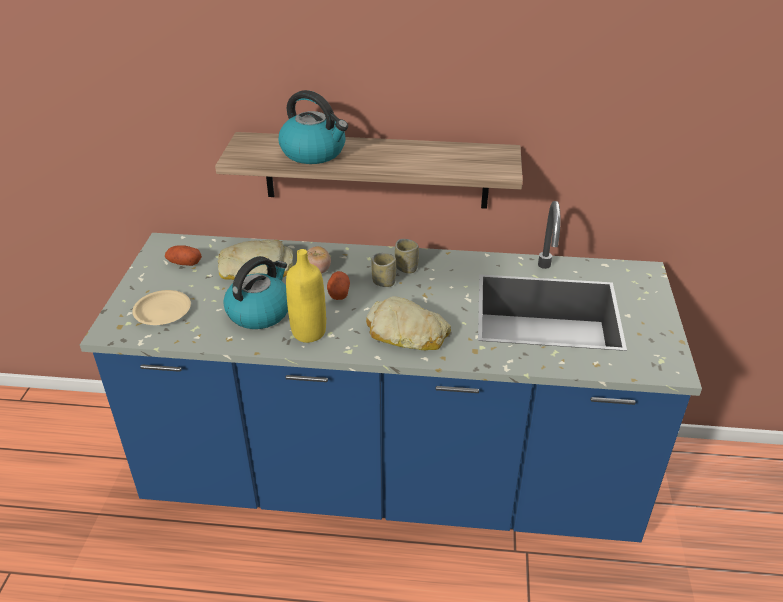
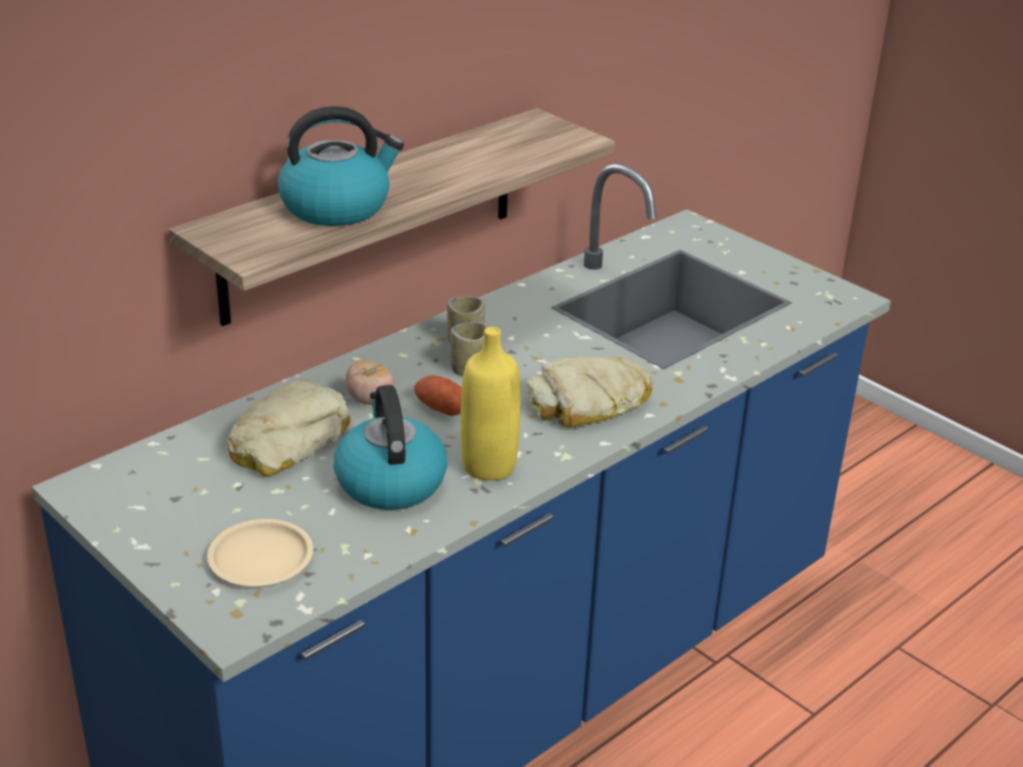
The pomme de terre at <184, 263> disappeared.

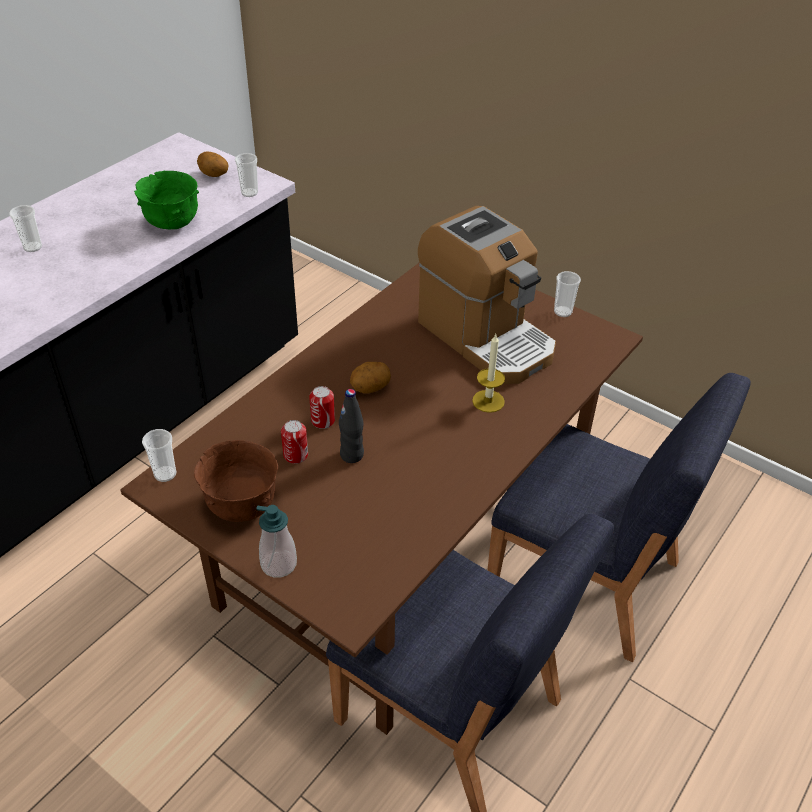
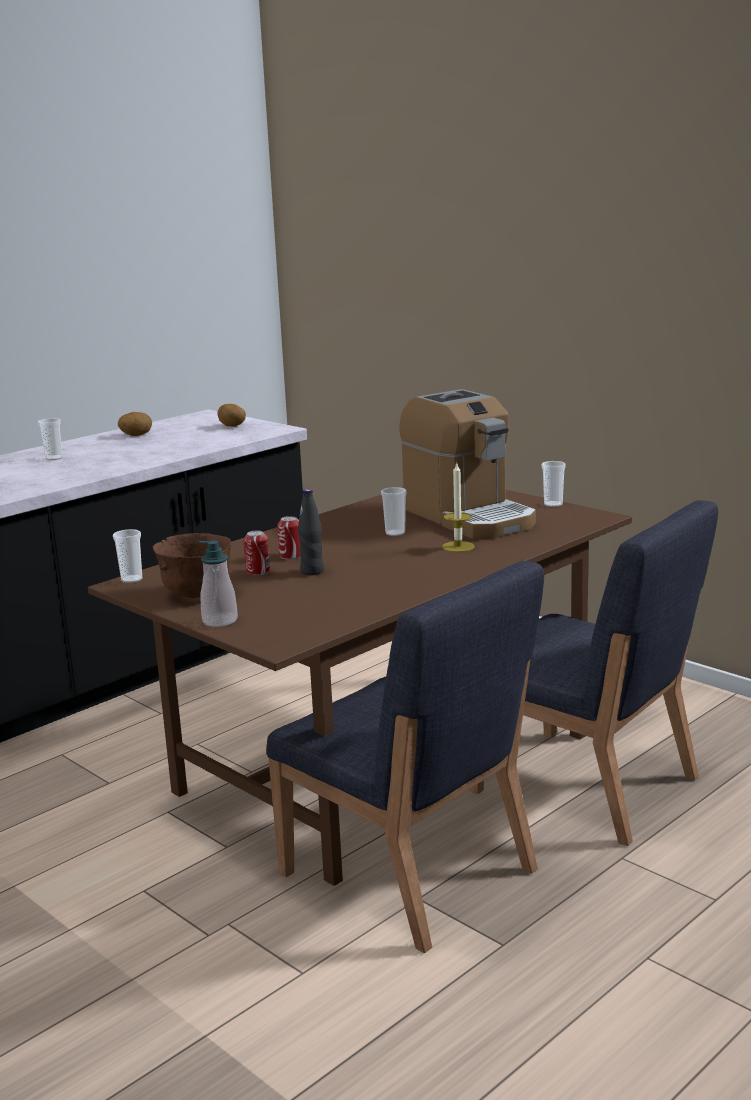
The bol/vert at <172, 223> disappeared.
The tasse moved from <249, 193> to <395, 533>.
The pomme de terre moved from <370, 388> to <136, 435>.

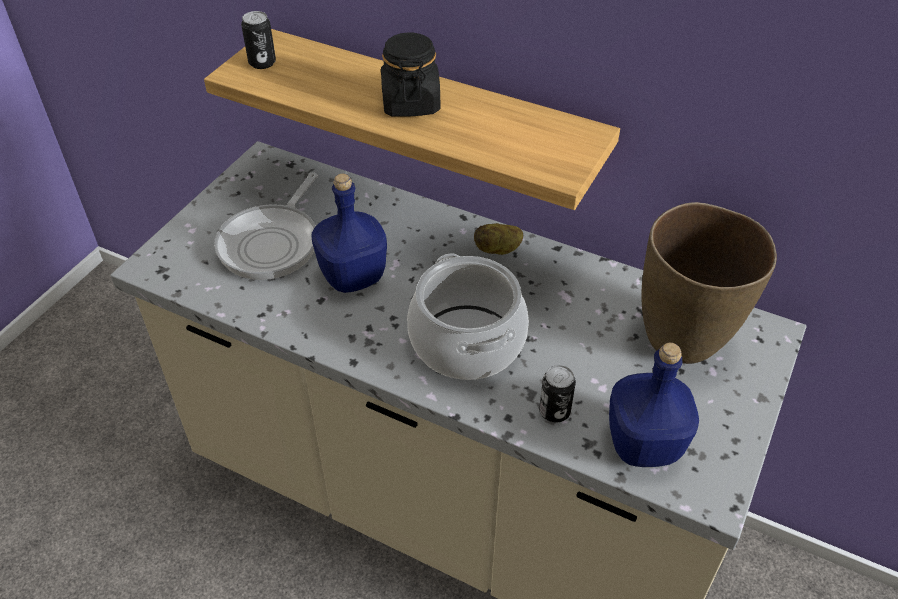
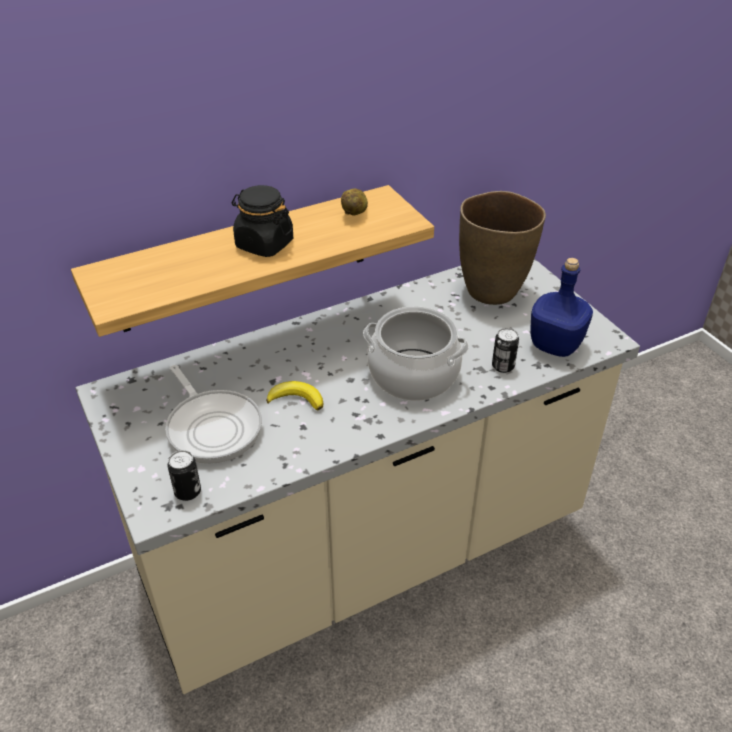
The boîte métallique moved from <262, 63> to <188, 492>.
The bouteille/bleu at <354, 276> was replaced by the banane at <296, 399>.
The pomme de terre moved from <498, 249> to <355, 212>.

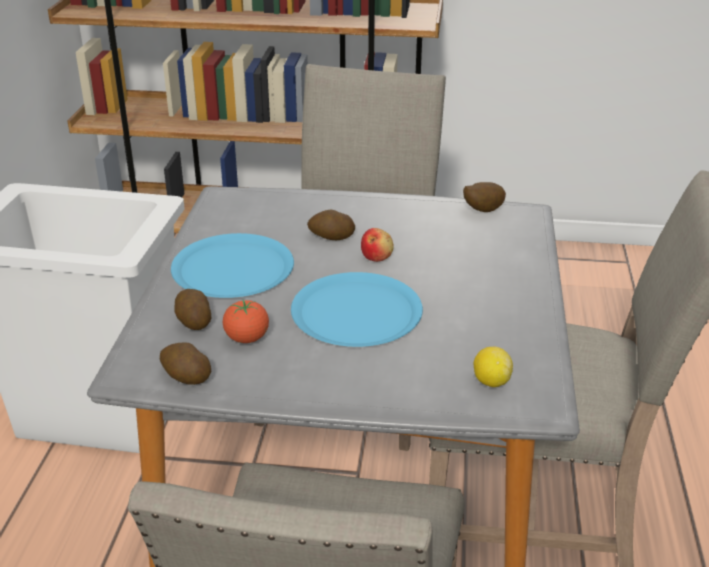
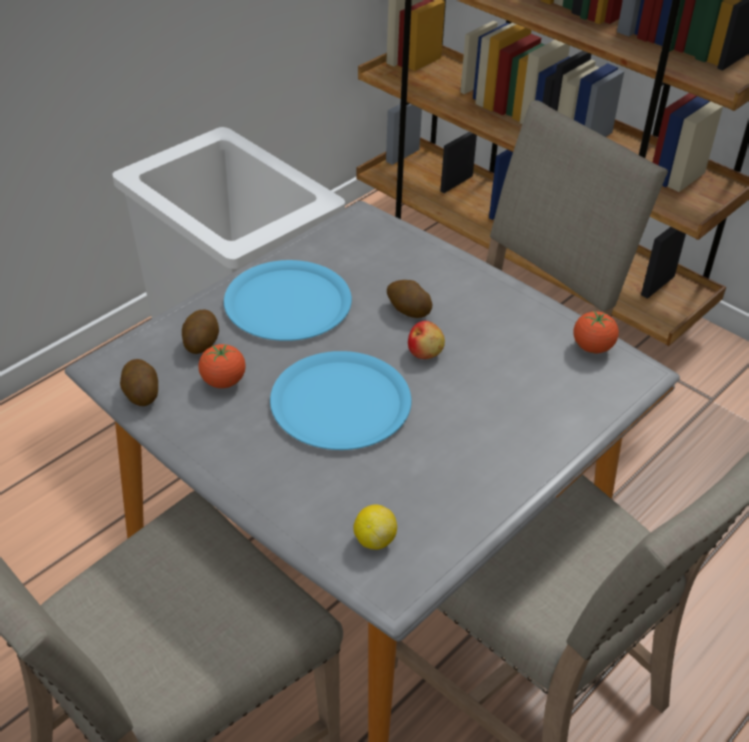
The pomme de terre at <481, 210> was replaced by the tomate at <592, 347>.

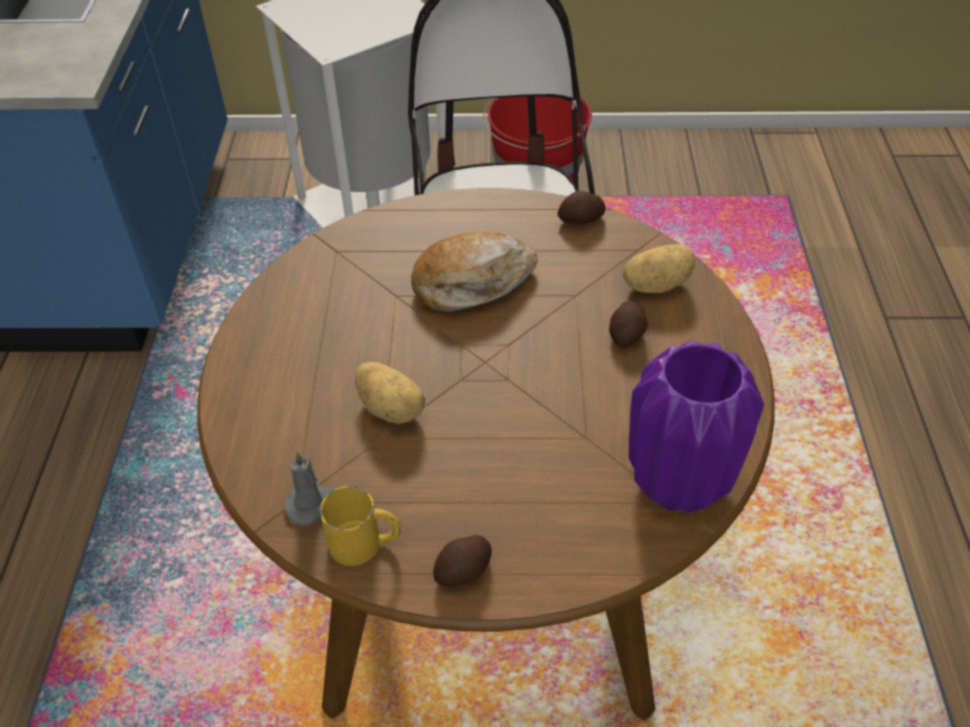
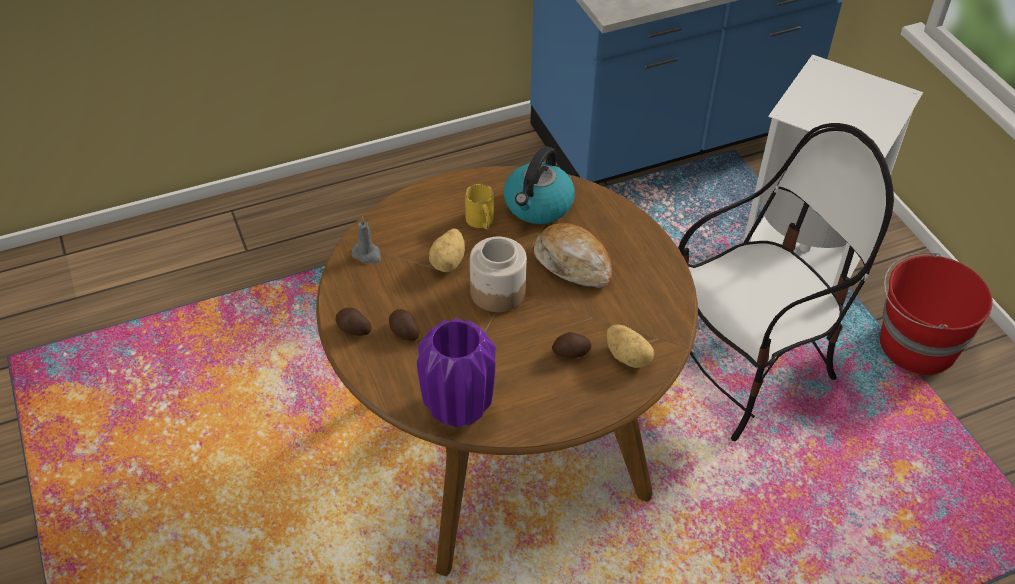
The mug/jaune moved from <365, 543> to <481, 222>.
The pomme de terre moved from <581, 220> to <403, 332>.
The bocal at <497, 291> appeared.
The bouilloire at <538, 206> appeared.

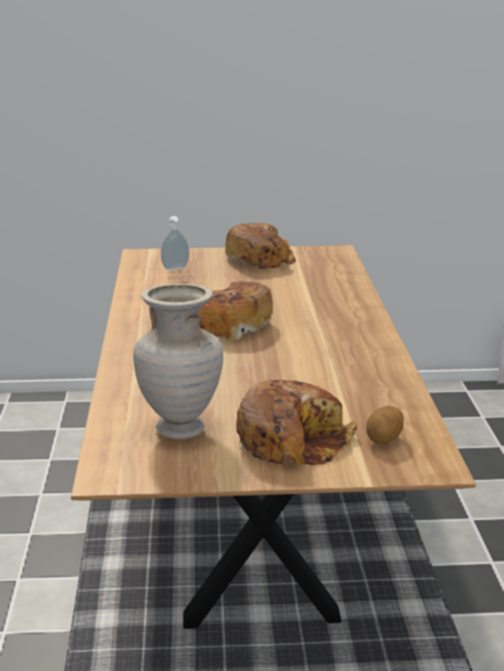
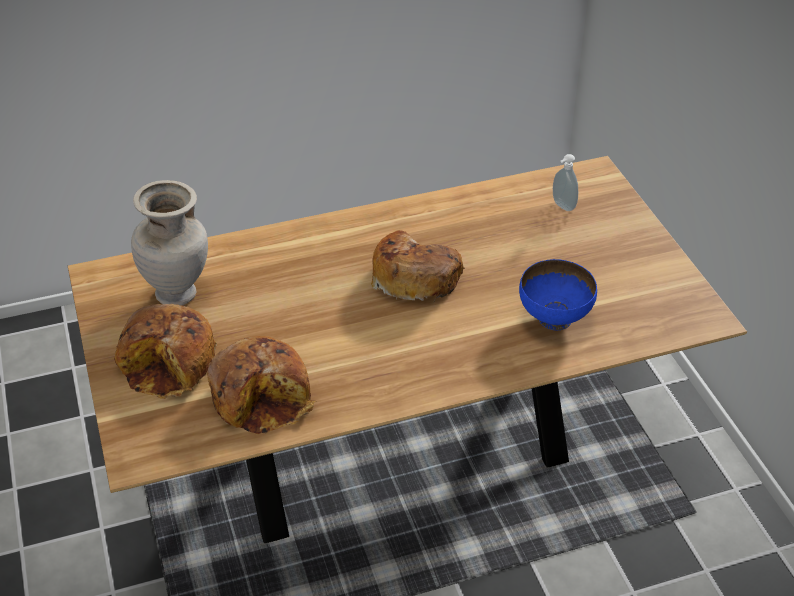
The pain moved from <261, 259> to <262, 396>.
The pomme de terre at <384, 440> disappeared.
The bol/bleu at <554, 318> appeared.

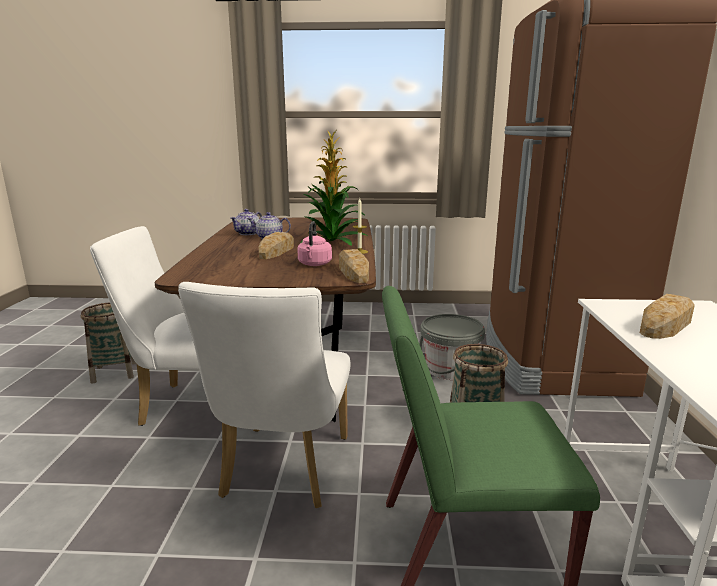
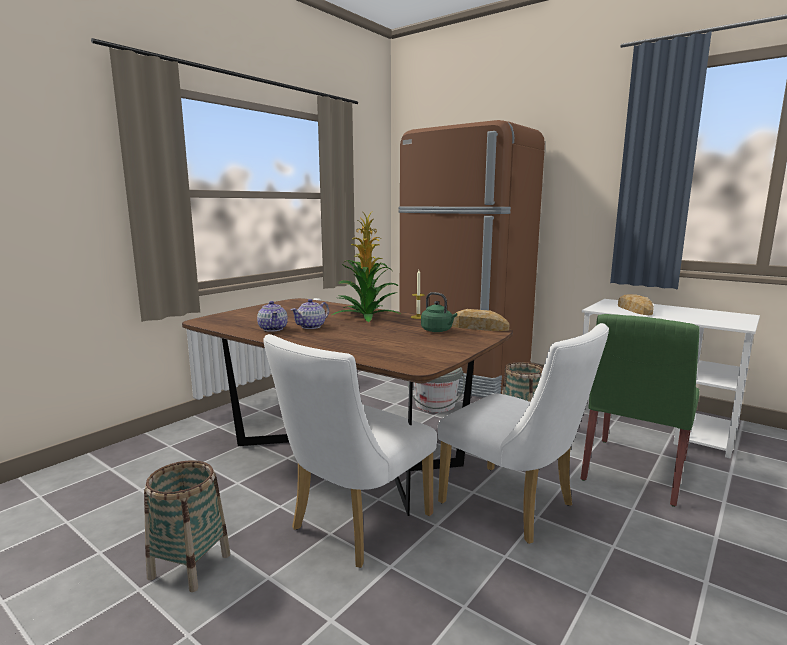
The pain at <276, 251> disappeared.
The bouilloire/rose at <314, 264> became the bouilloire/vert at <438, 330>.

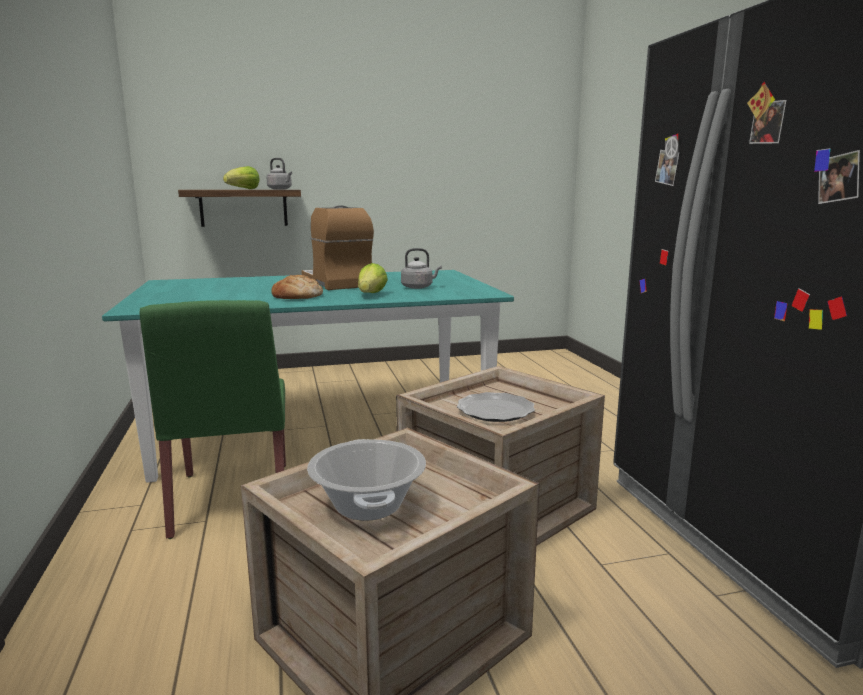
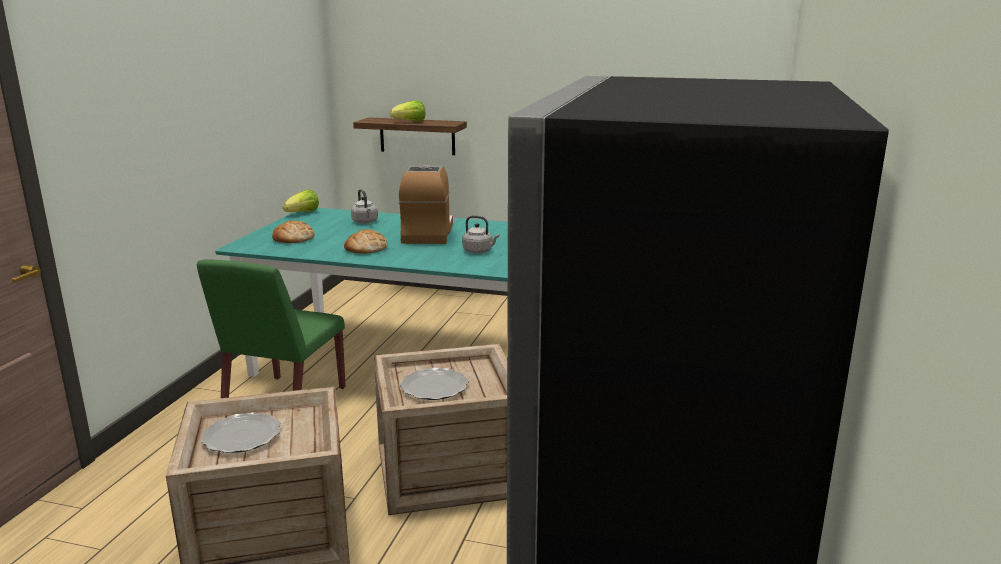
The bouilloire/gris moved from <280, 189> to <365, 222>.
The marmite at <367, 505> was replaced by the assiette at <242, 436>.
The laitue moved from <371, 295> to <303, 213>.
The pain at <293, 238> appeared.

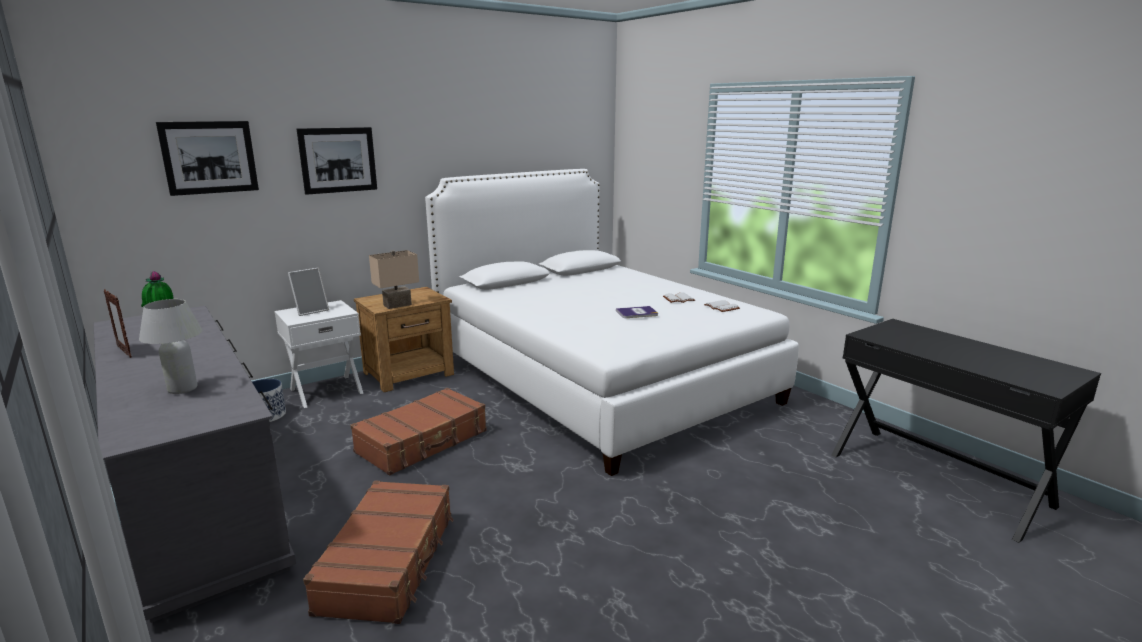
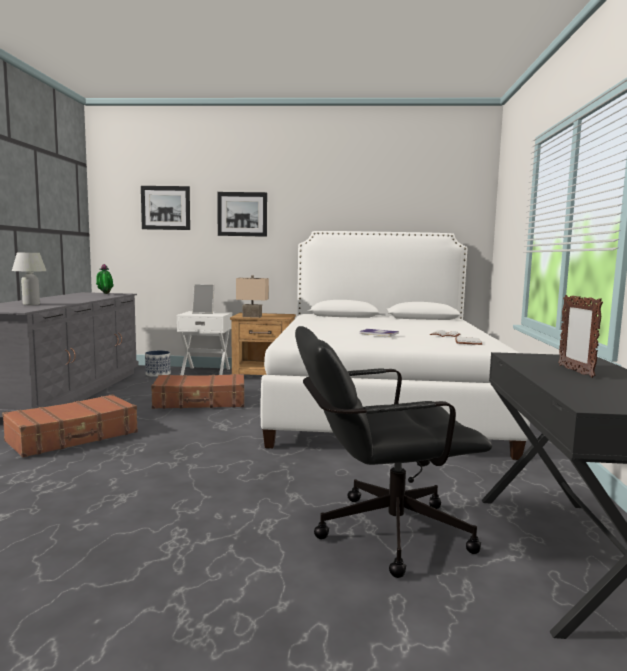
The cadre photo moved from <124, 352> to <575, 371>.
The chaise de bureau/noir at <379, 533> appeared.

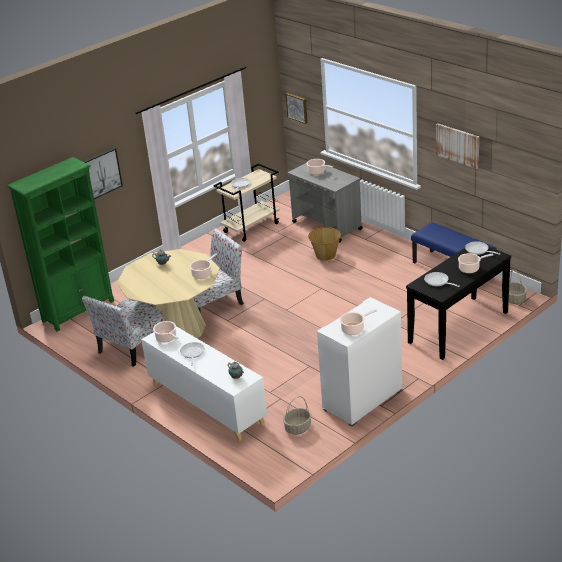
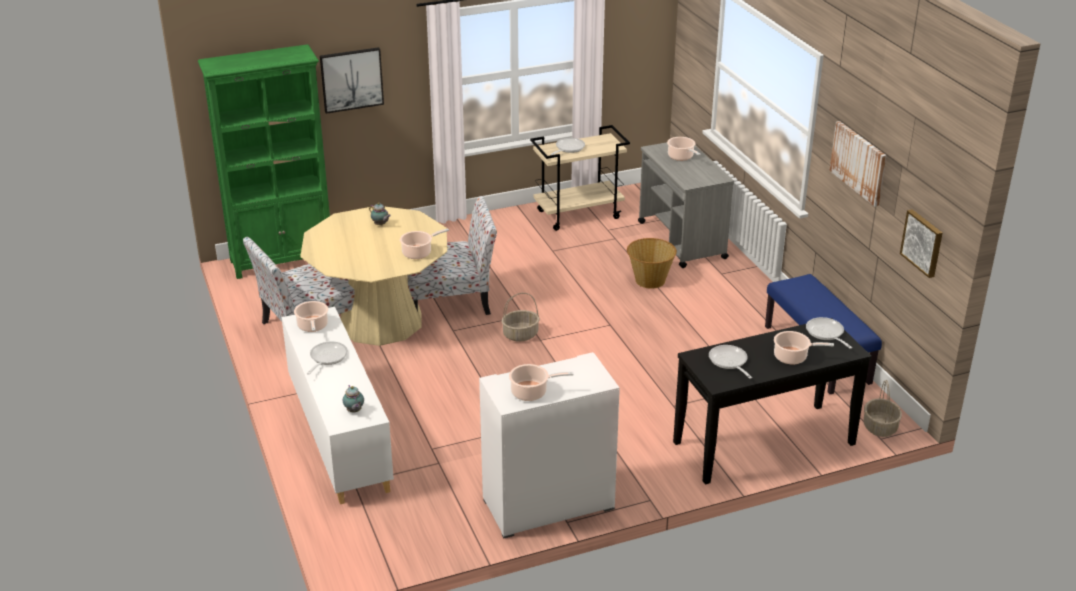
The panier moved from <298, 428> to <520, 335>.
The tableau moved from <297, 107> to <923, 243>.

